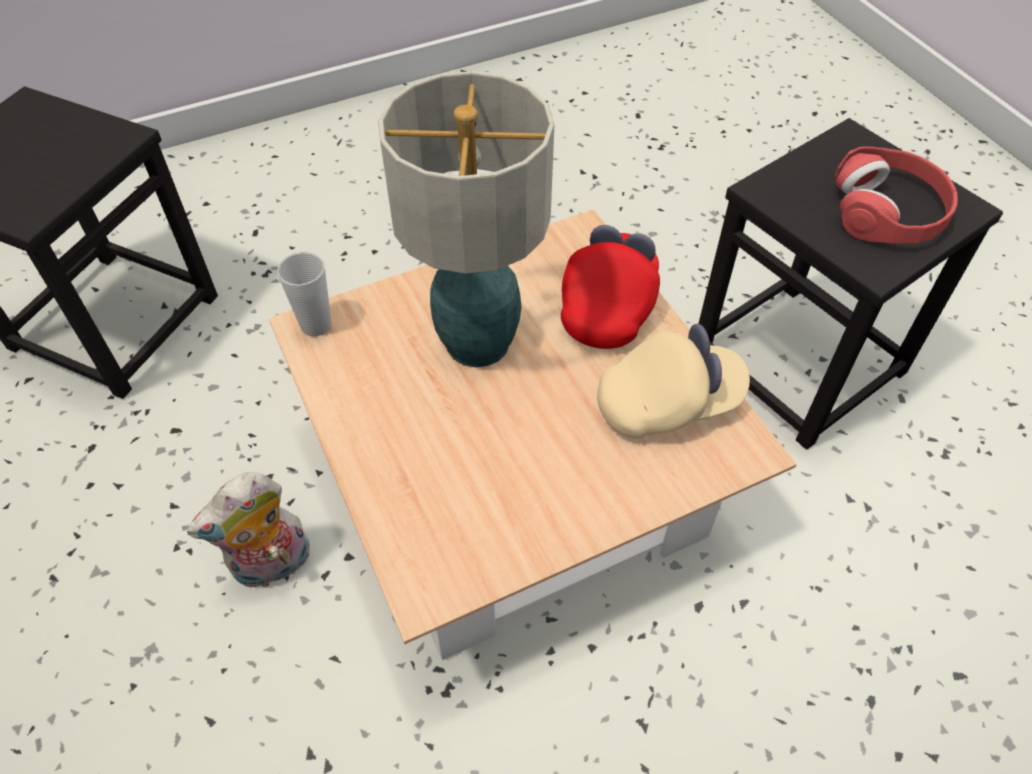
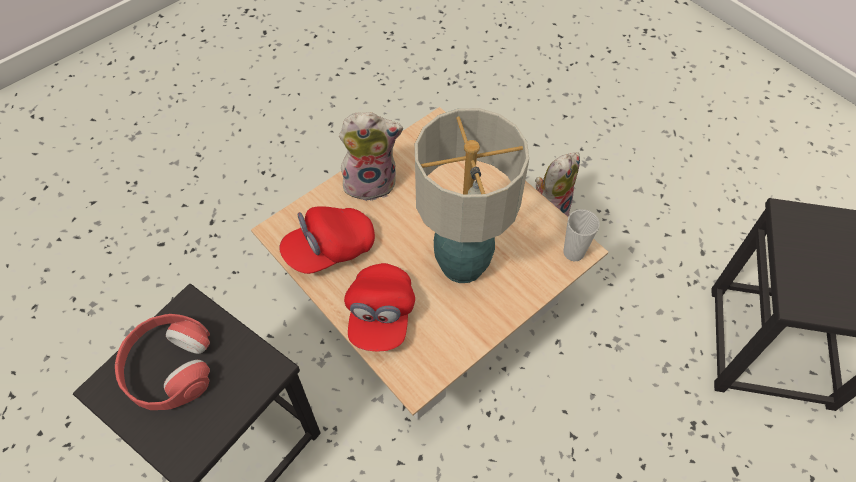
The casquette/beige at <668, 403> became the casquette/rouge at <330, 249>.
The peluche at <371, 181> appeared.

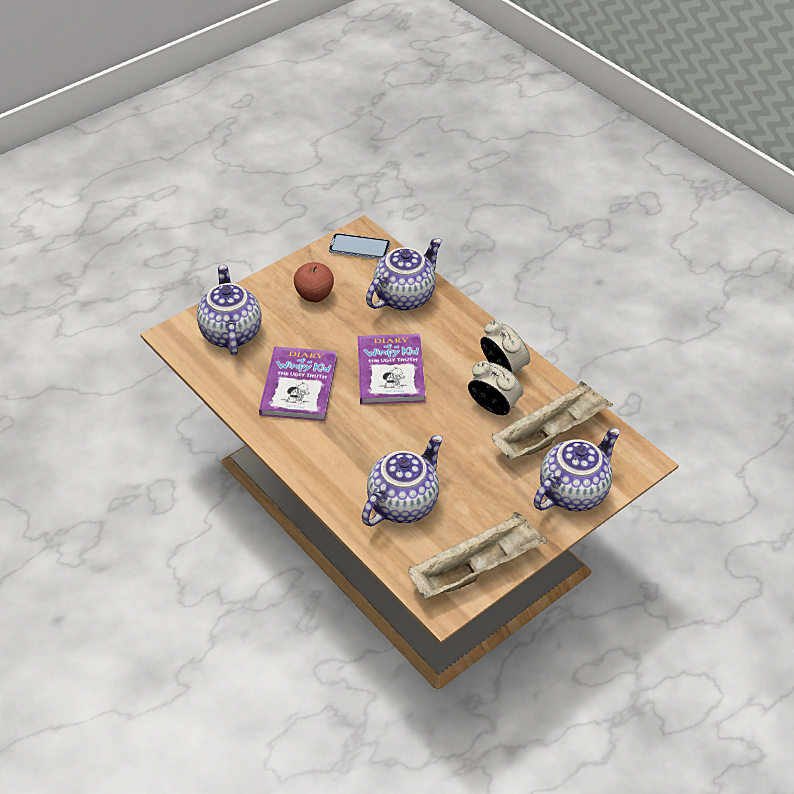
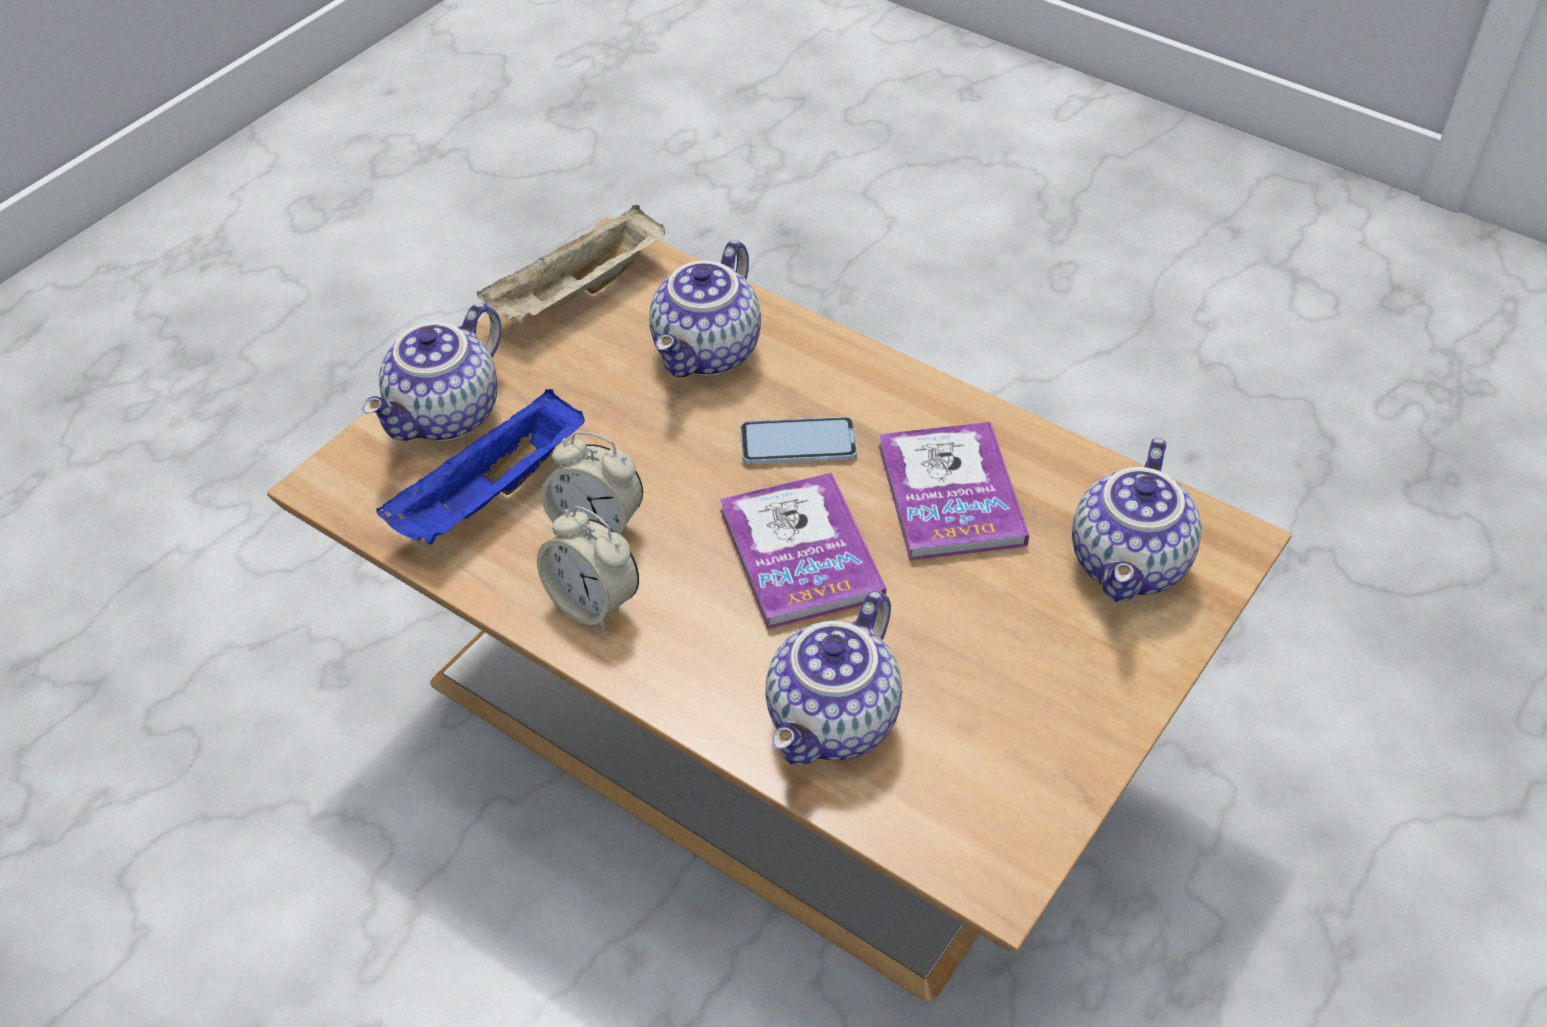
The théière at <229, 333> turned 45 degrees clockwise.
The pomme at <314, 295> disappeared.
The téléphone moved from <359, 248> to <798, 443>.
The plateau/beige at <550, 434> became the plateau/bleu at <490, 496>.

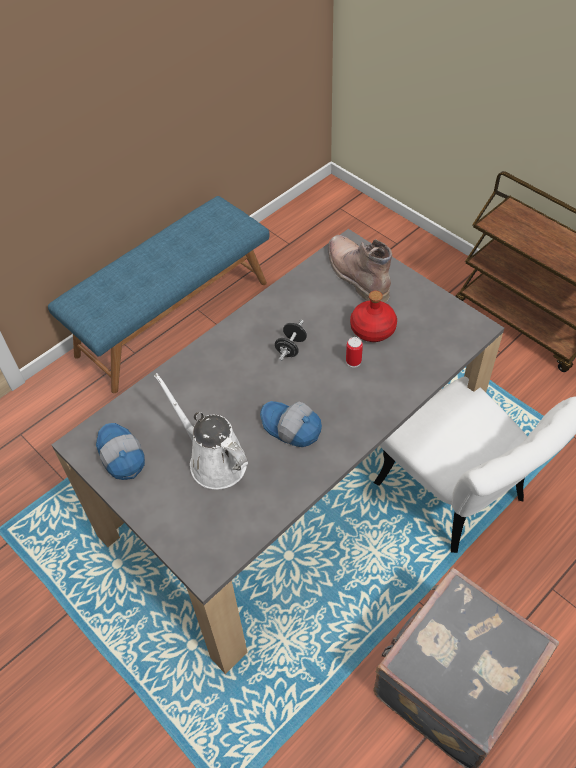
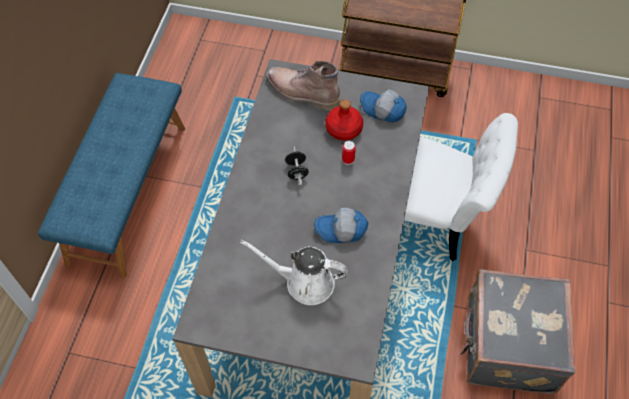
The casquette moved from <120, 456> to <382, 110>.

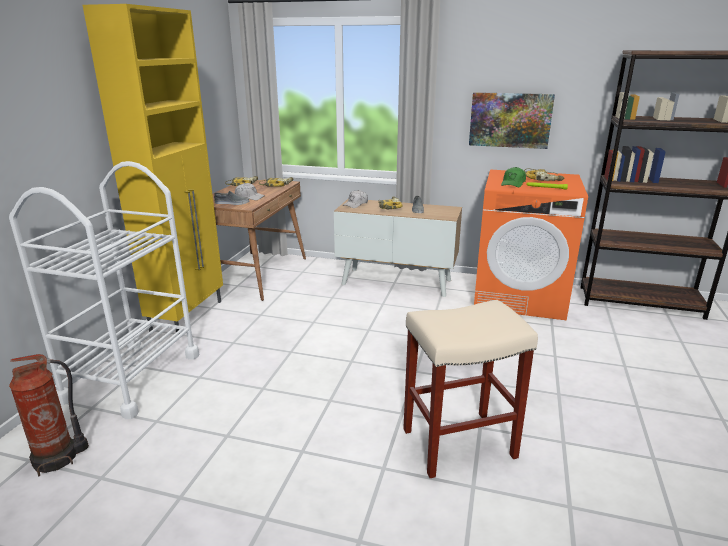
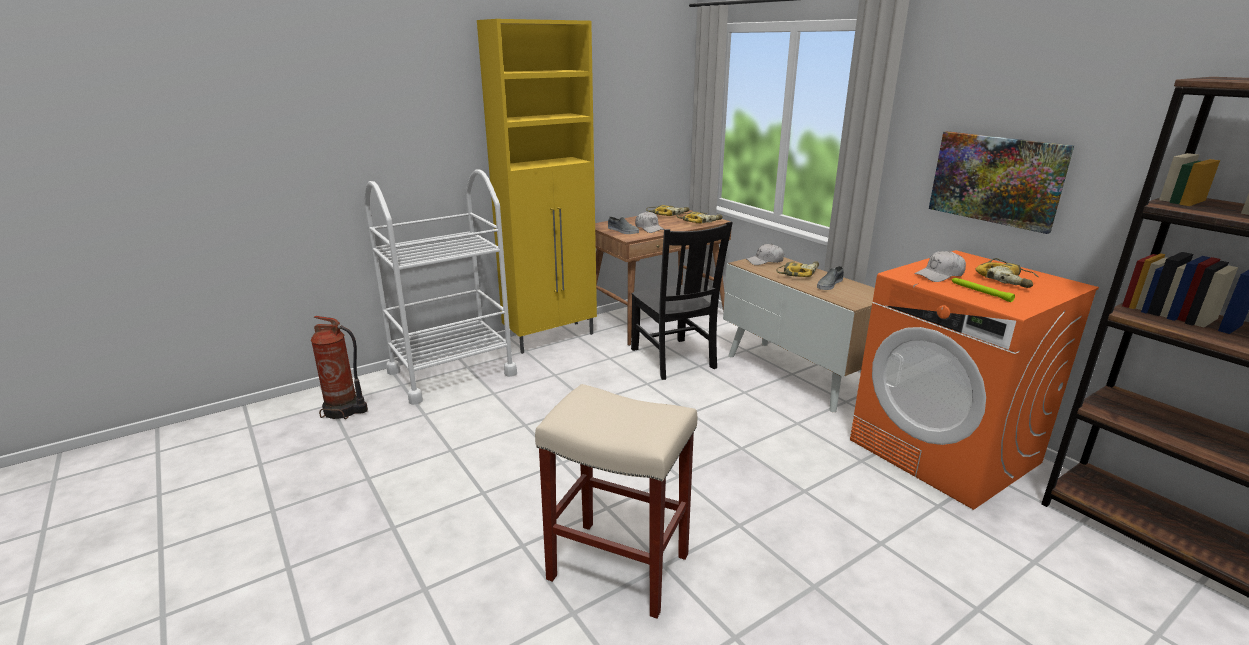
The casquette/vert at <513, 183> became the casquette/blanc at <940, 275>.
The chaise/noir at <674, 360> appeared.

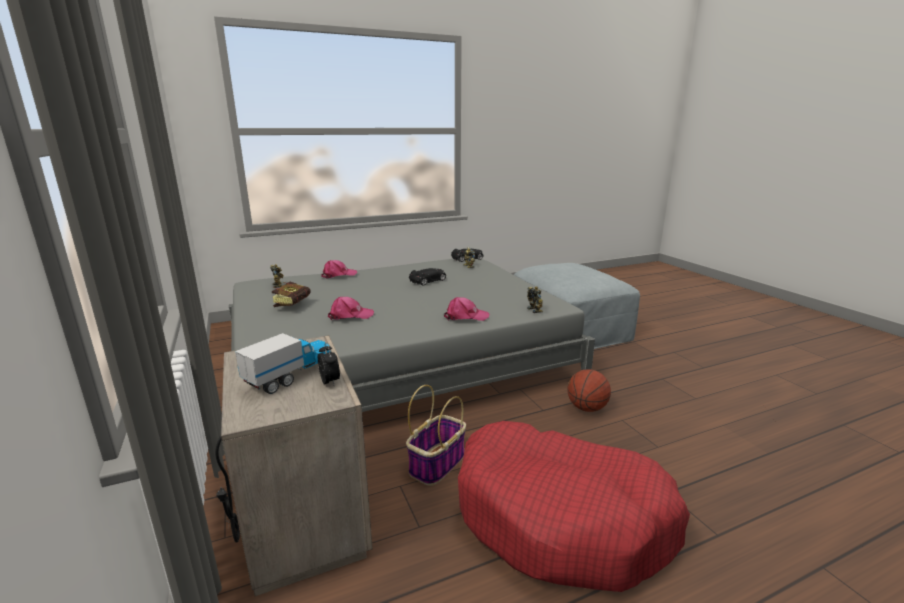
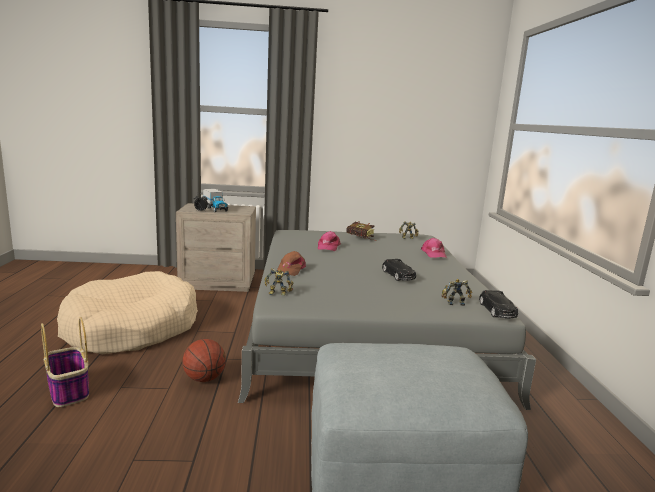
The panier moved from <437, 463> to <69, 391>.
The casquette/rose at <465, 316> became the casquette/marron at <290, 270>.
The panier pour chien/rouge at <561, 517> became the panier pour chien/beige at <131, 328>.

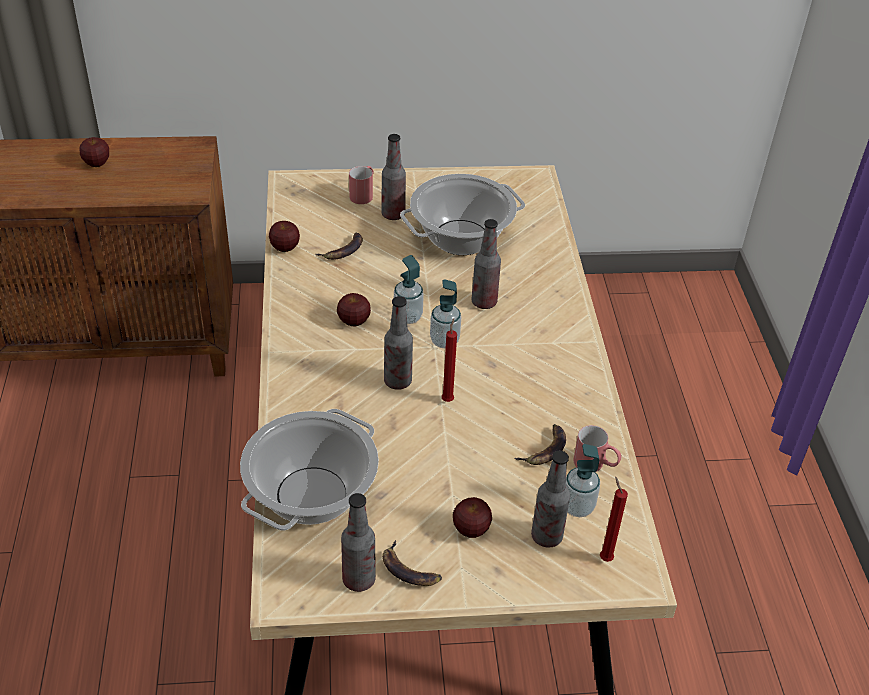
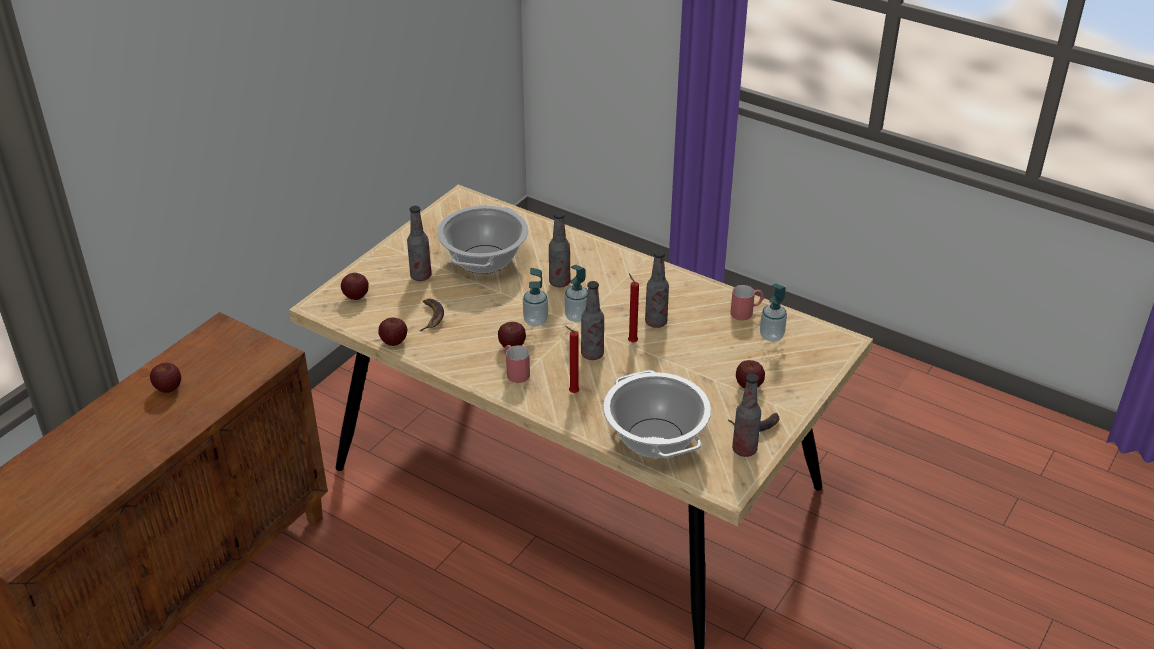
The mug/rouge moved from <363, 194> to <515, 372>.
The banane at <545, 449> disappeared.
The bouteille moved from <546, 536> to <656, 322>.
The bougie/rouge moved from <604, 557> to <572, 392>.
The pomme at <356, 296> appeared.

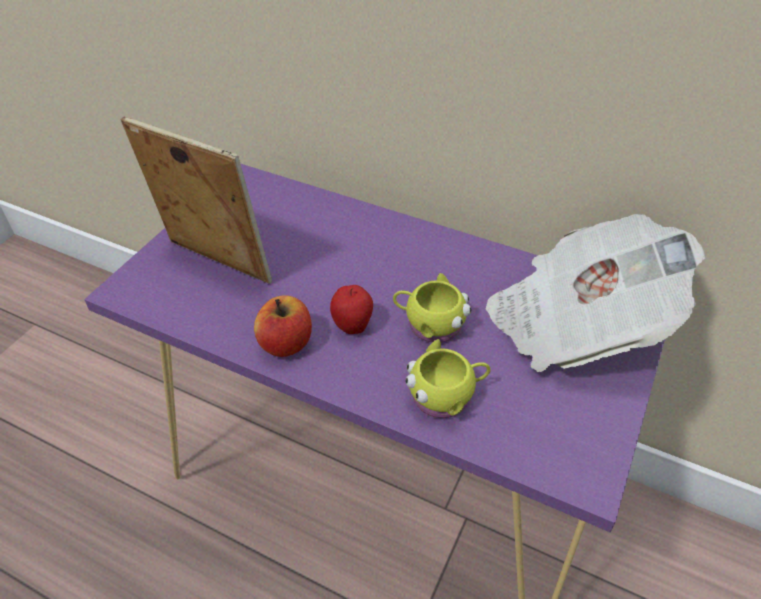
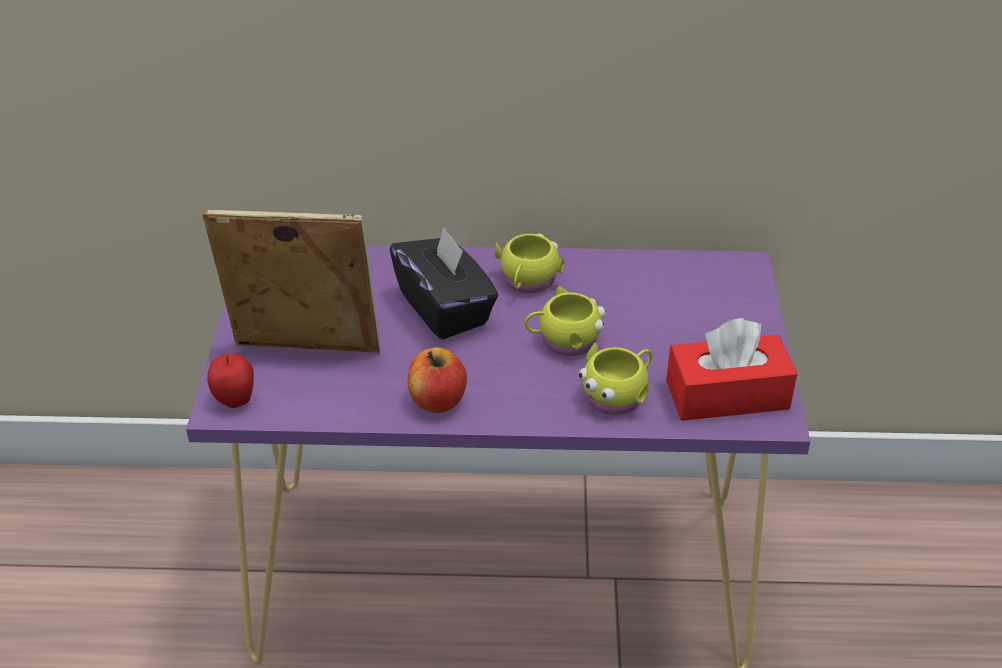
The pomme moved from <352, 326> to <235, 400>.
The journal at <576, 323> disappeared.
The boîte à mouchoirs/noir at <445, 309> appeared.
The mug/jaune at <527, 282> appeared.
The boîte à mouchoirs/rouge at <727, 395> appeared.

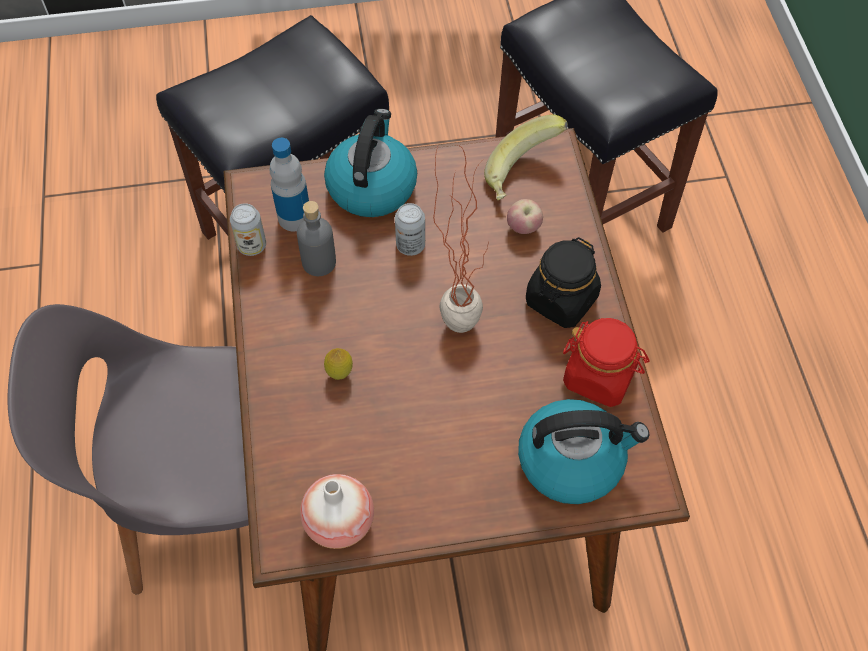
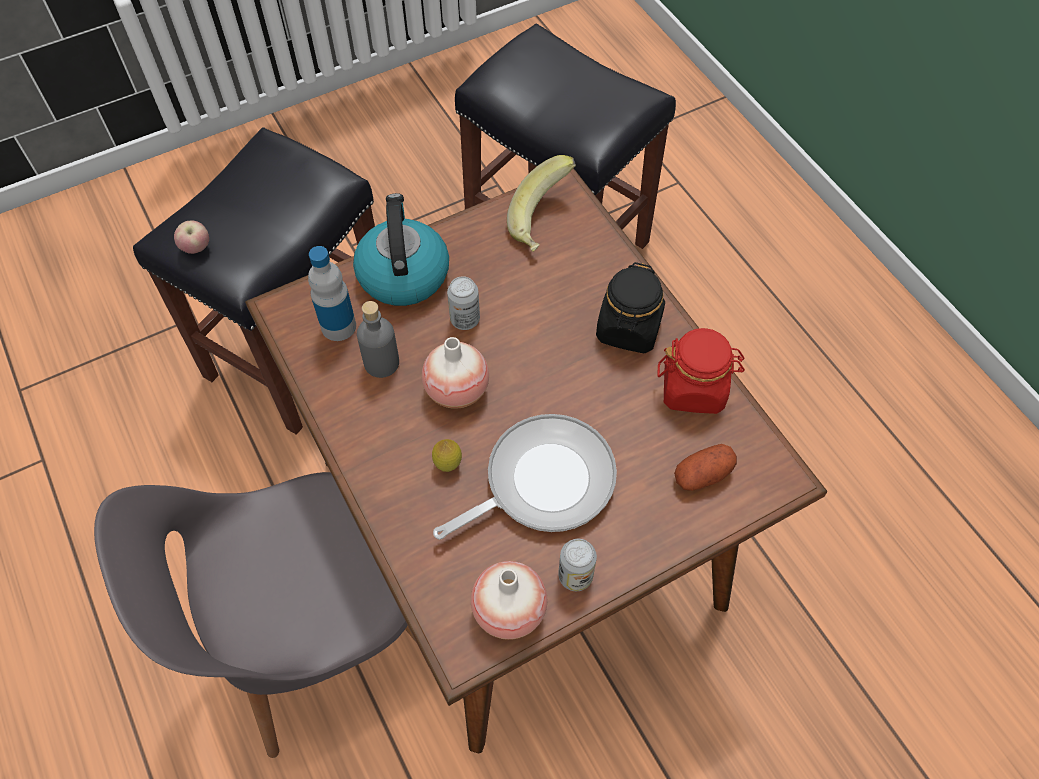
The boîte métallique moved from <252, 245> to <575, 576>.
The plante en pot at <458, 313> disappeared.
The pomme moved from <523, 228> to <196, 248>.
The bouilloire at <572, 460> was replaced by the pomme de terre at <702, 475>.
The vase at <457, 390> appeared.
The poêle at <542, 482> appeared.

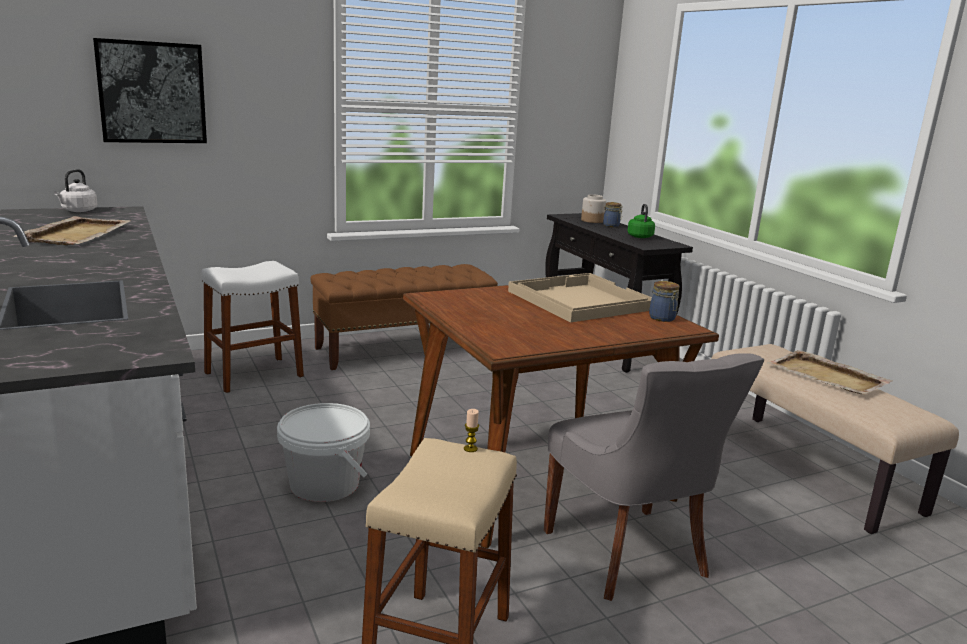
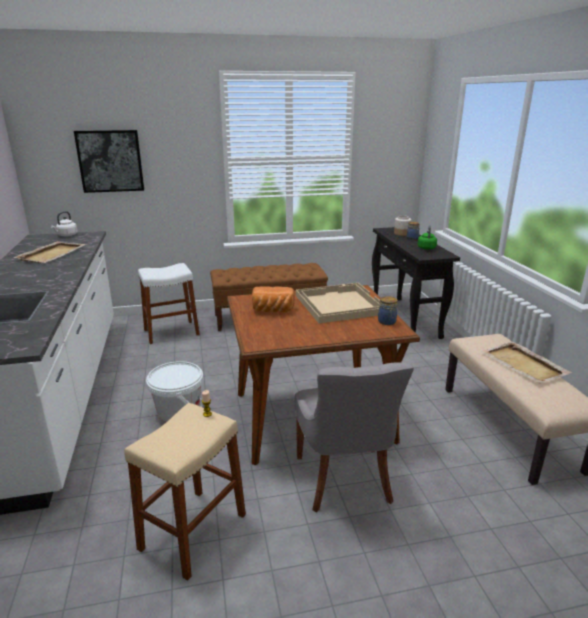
The pain at <272, 311> appeared.

